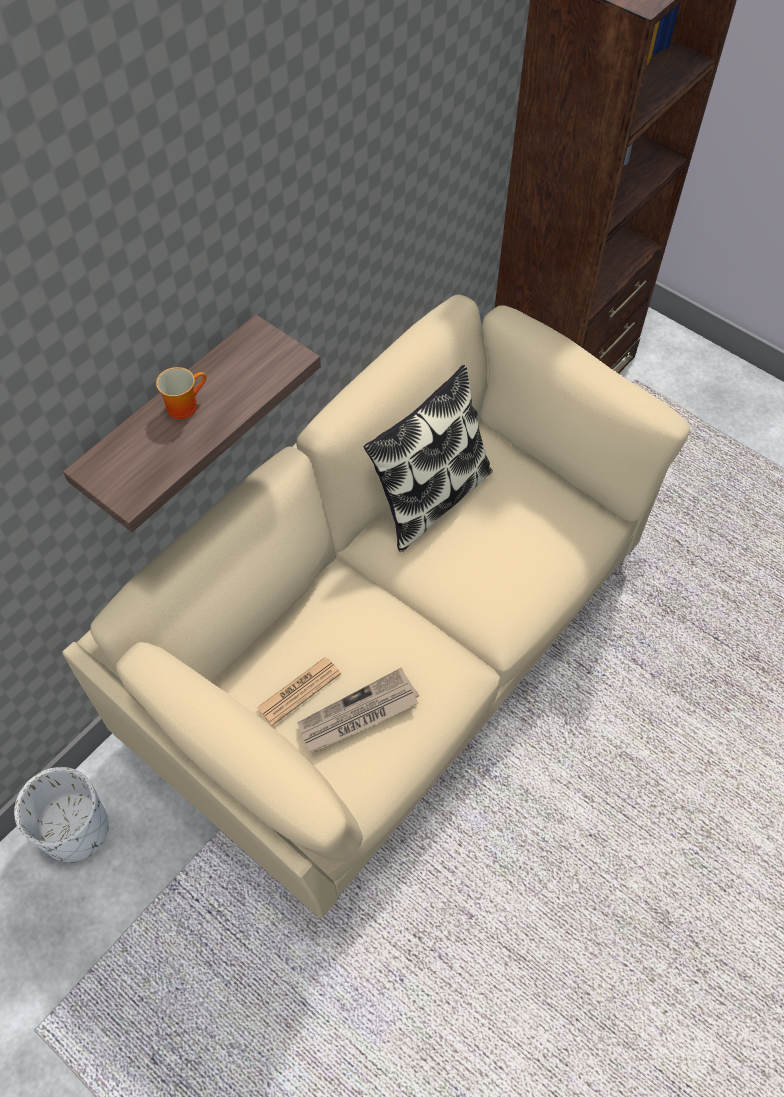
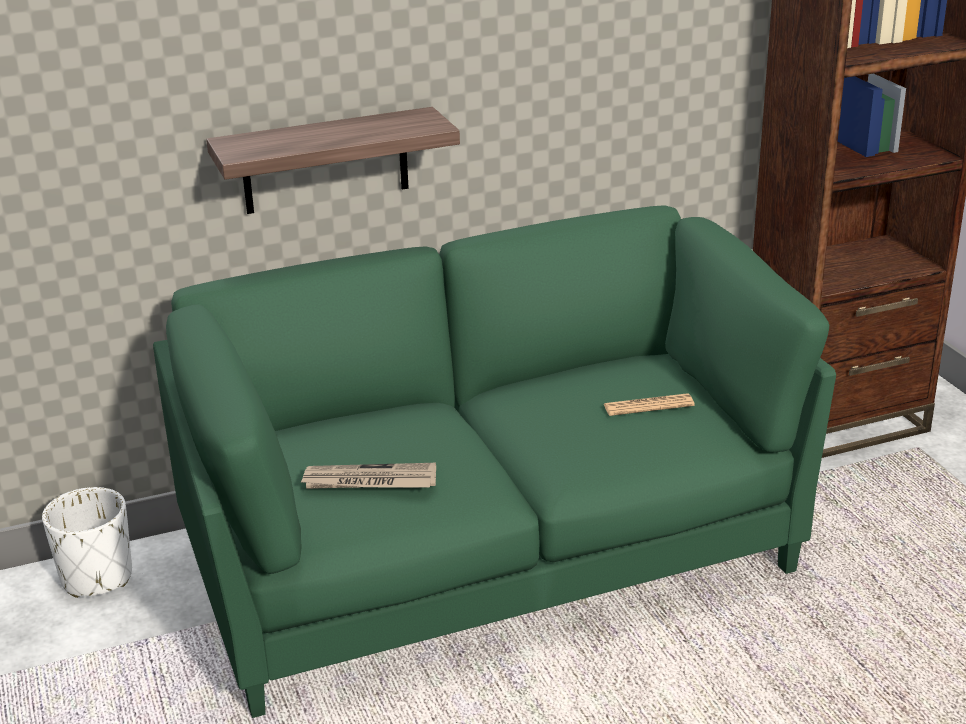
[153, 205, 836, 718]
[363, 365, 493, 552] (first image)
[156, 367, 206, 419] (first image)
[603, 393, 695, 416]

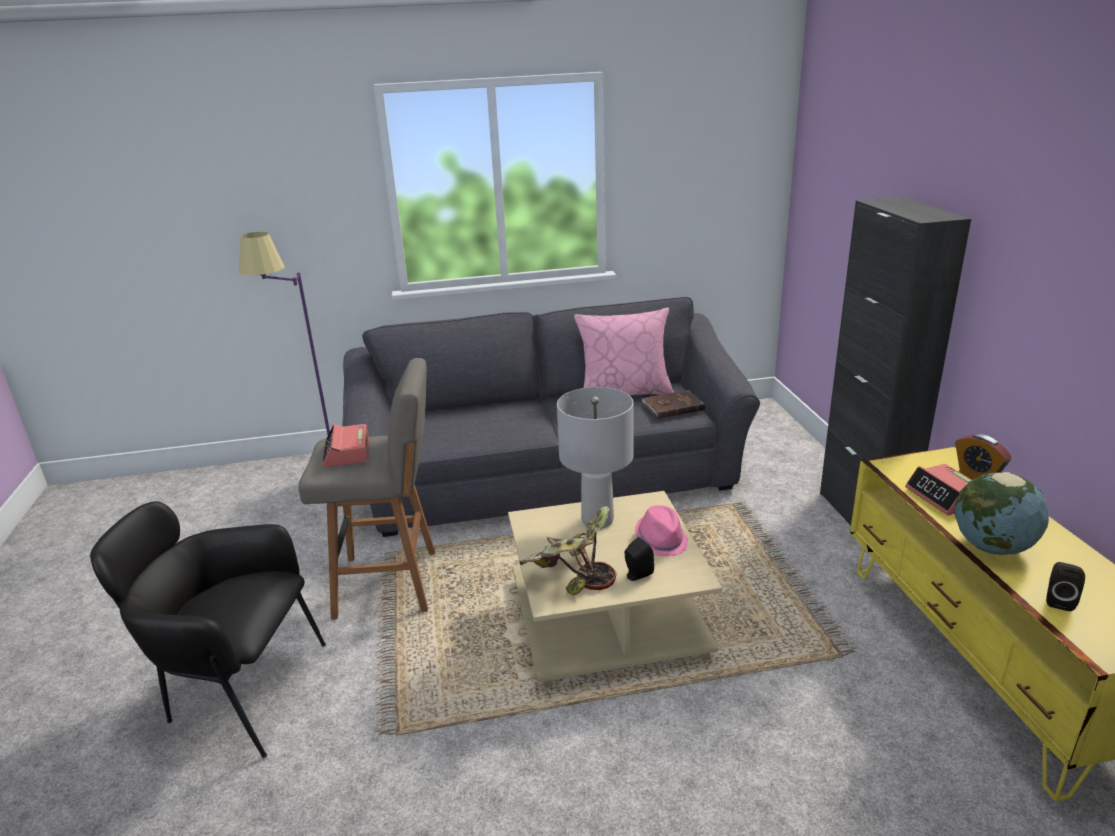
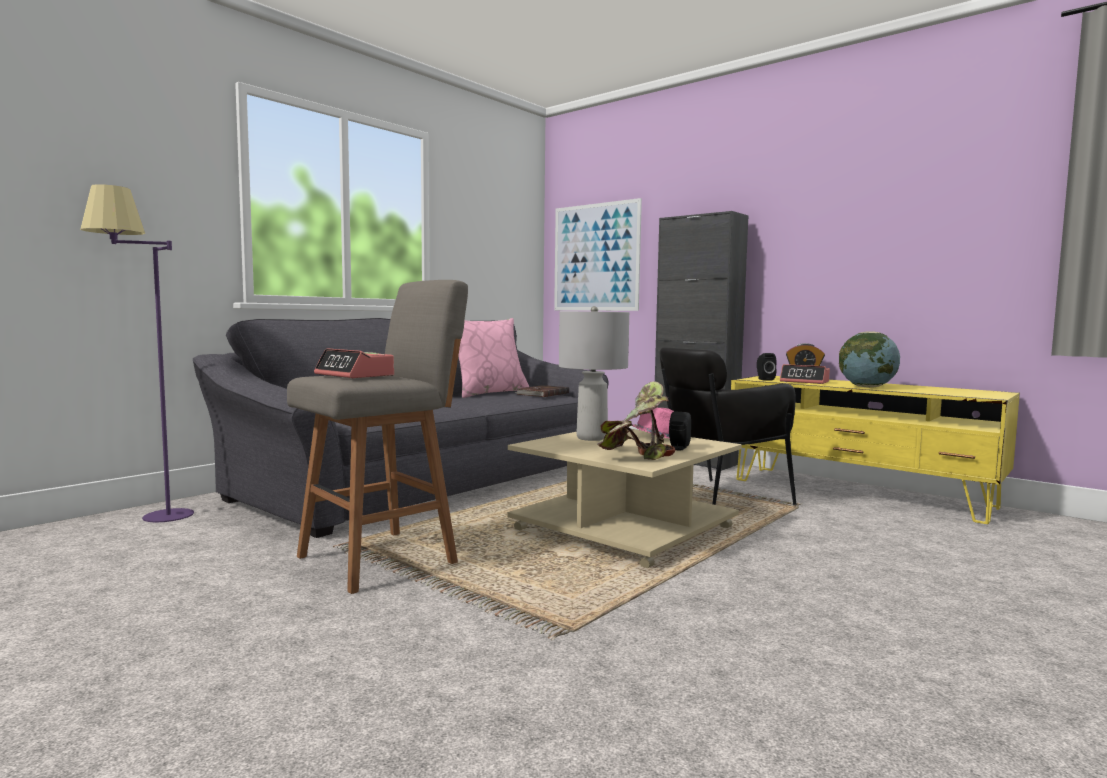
[660, 347, 797, 505]
[757, 353, 776, 381]
[554, 198, 642, 311]

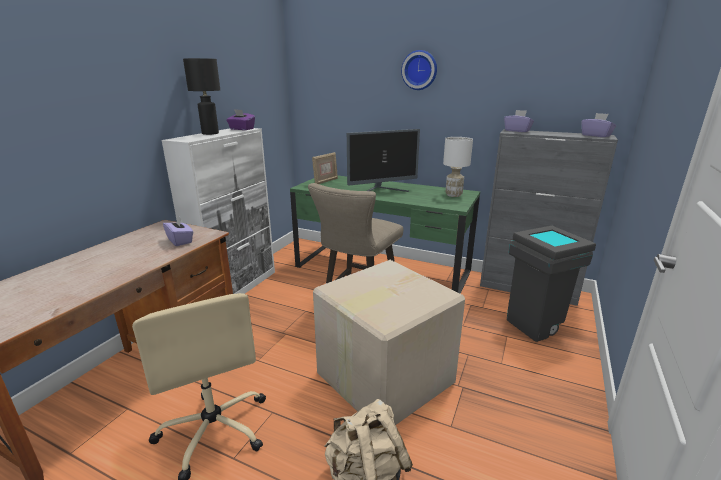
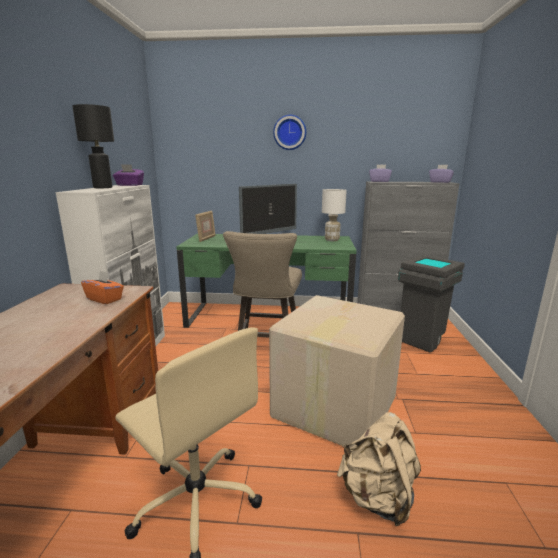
[81, 270, 124, 304]

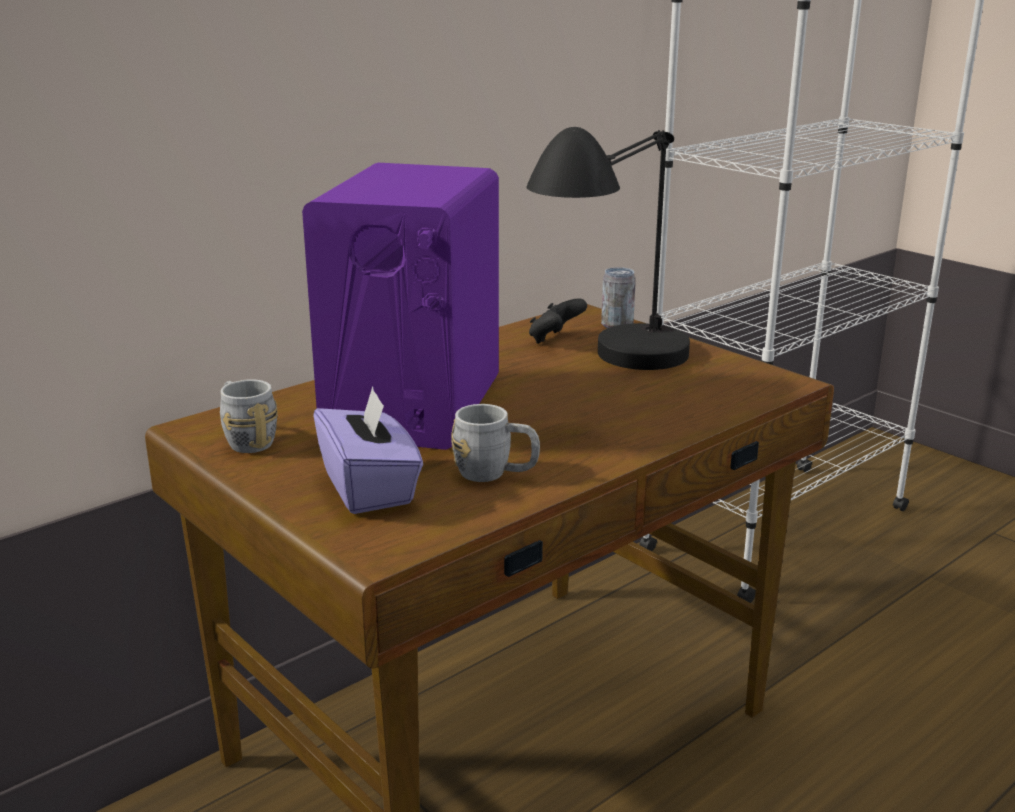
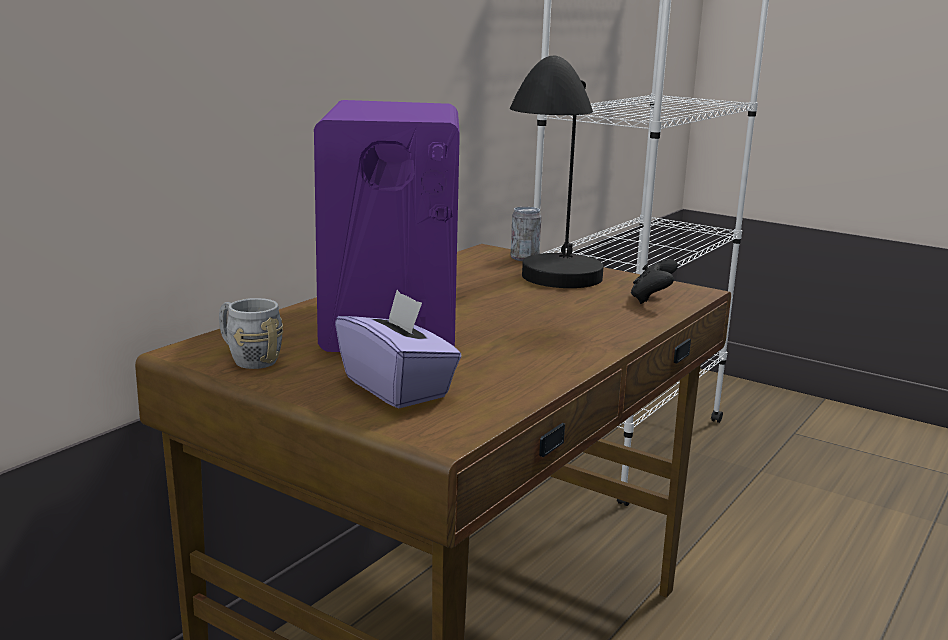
[631, 259, 678, 304]
[451, 404, 540, 482] (first image)

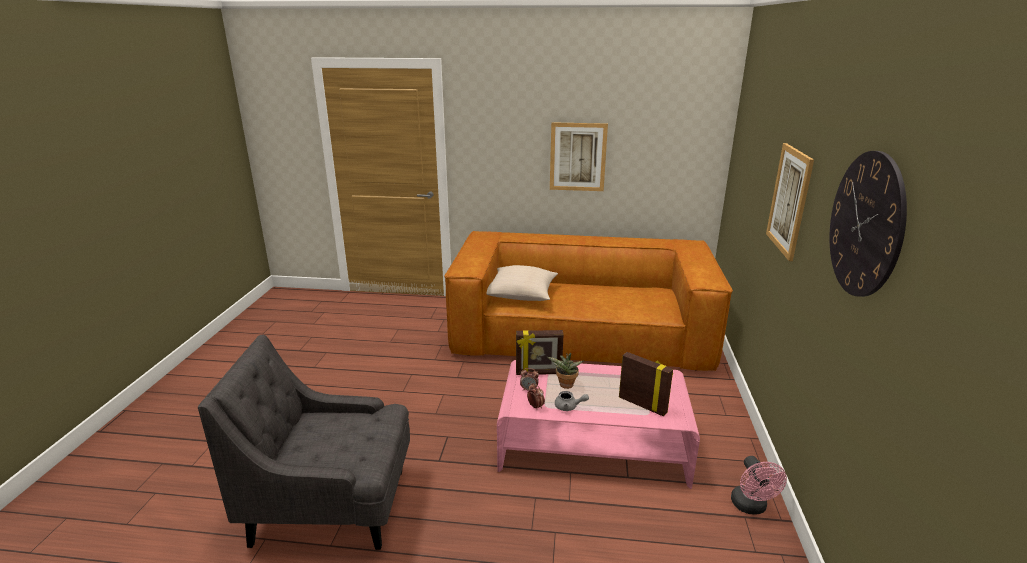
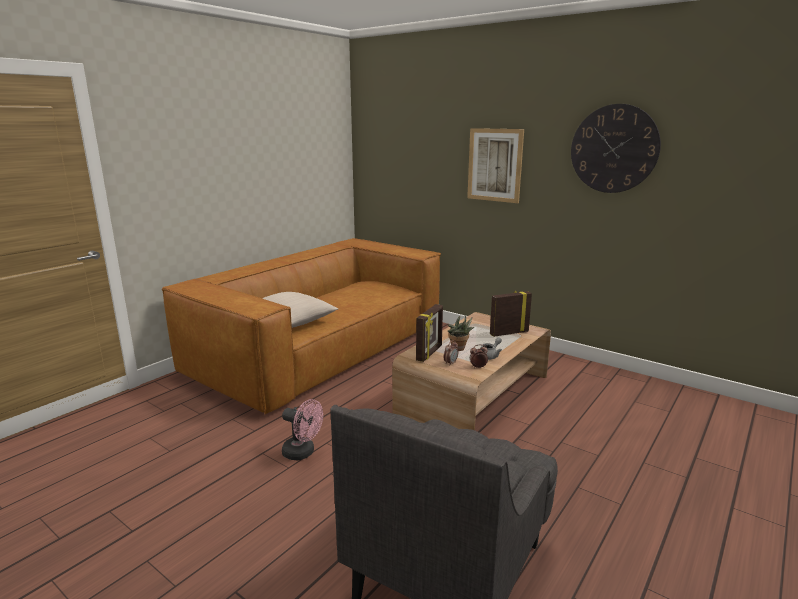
[550, 122, 608, 191] (first image)
[392, 312, 551, 430]
[282, 399, 323, 460]

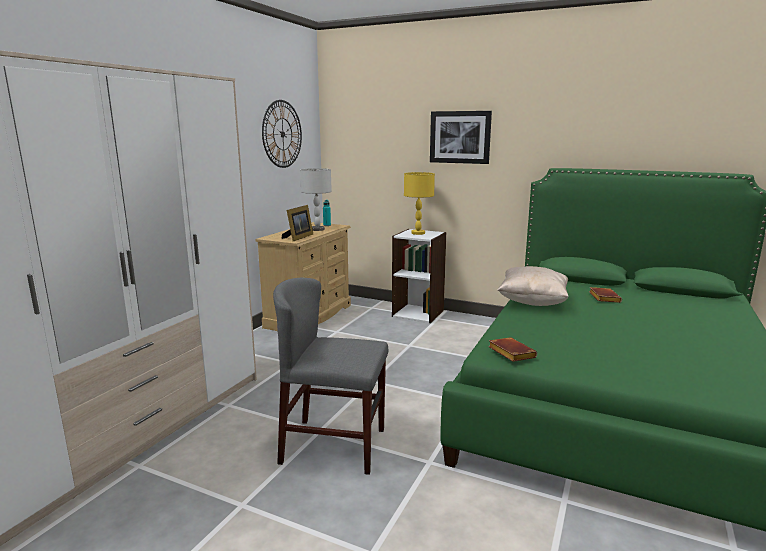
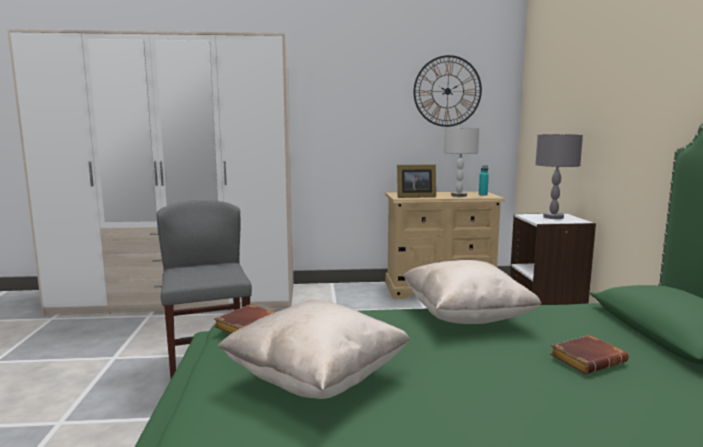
[430, 111, 492, 164] (first image)
[535, 134, 583, 219]
[217, 300, 410, 399]

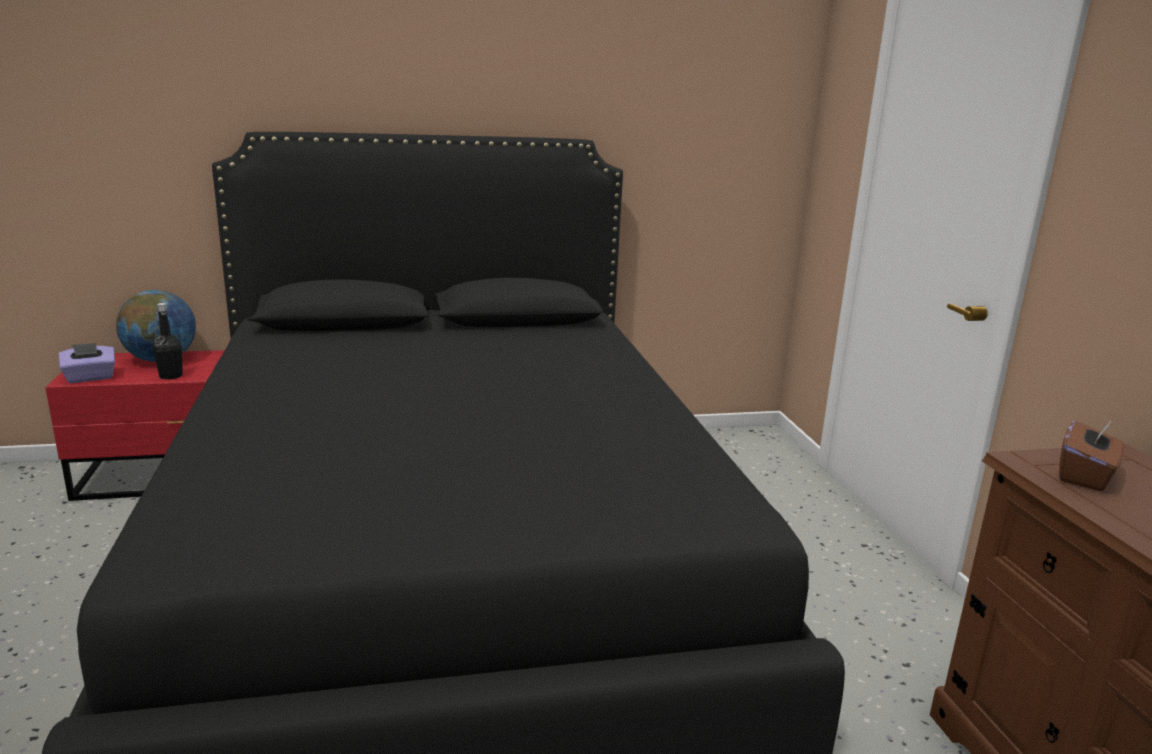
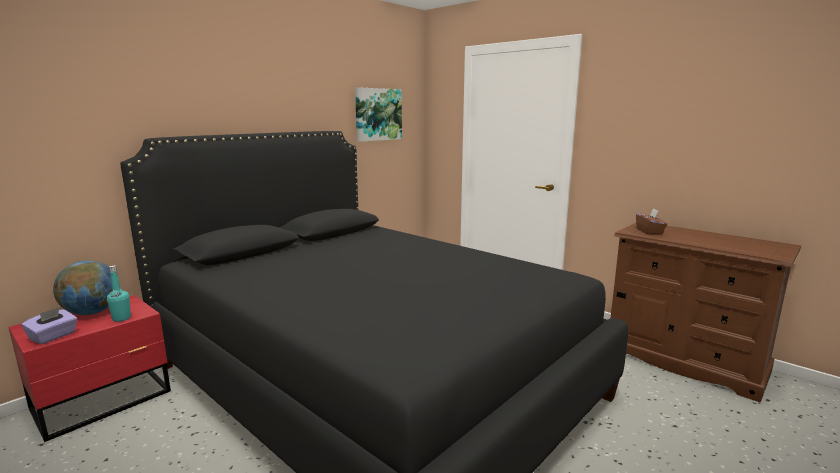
[107, 265, 131, 322]
[355, 87, 402, 142]

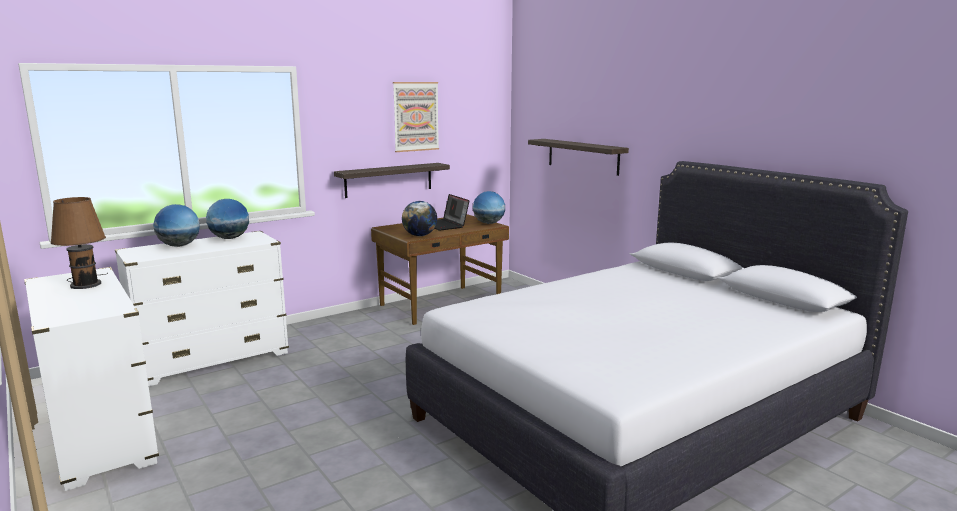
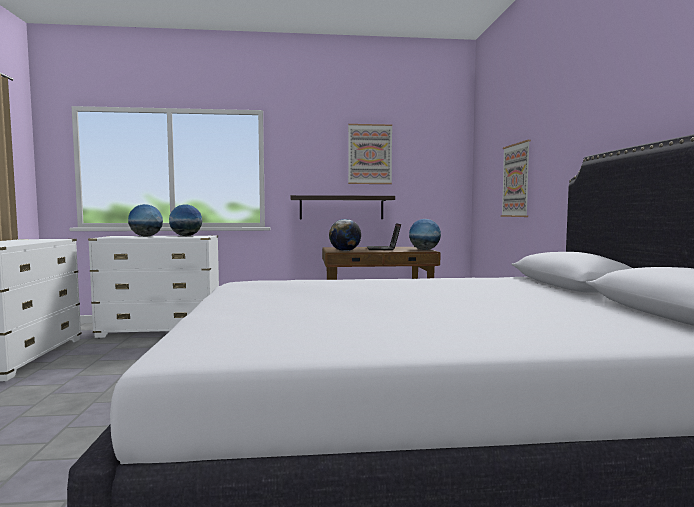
[501, 140, 531, 217]
[50, 197, 108, 289] (first image)

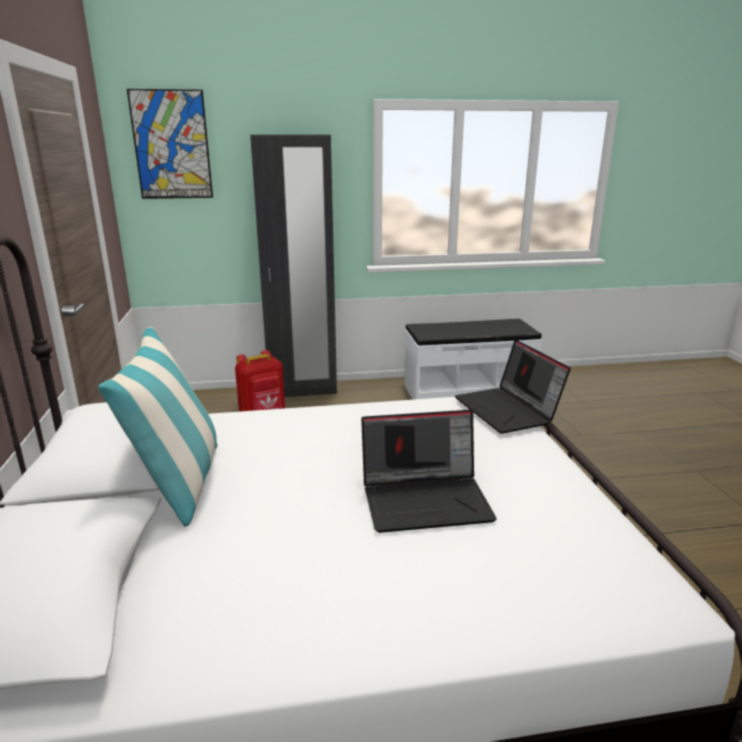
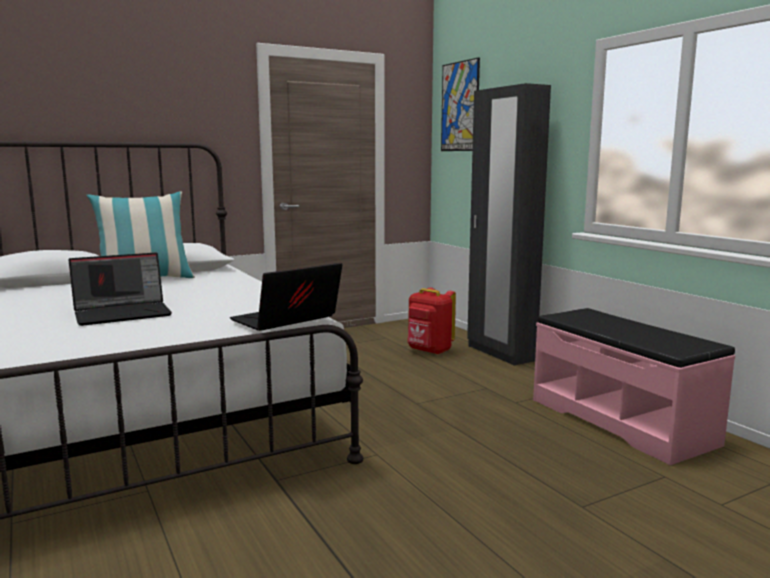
[533, 308, 735, 465]
[69, 253, 172, 326]

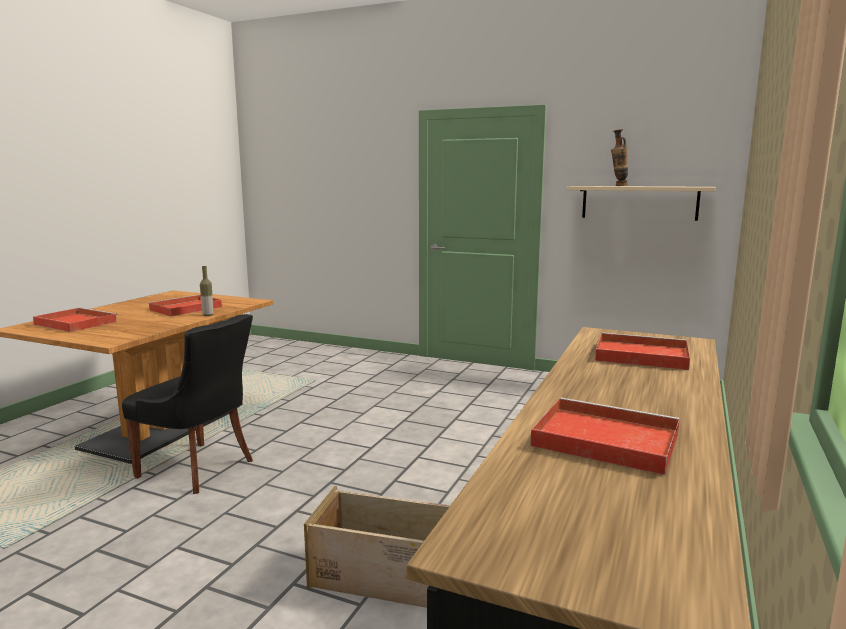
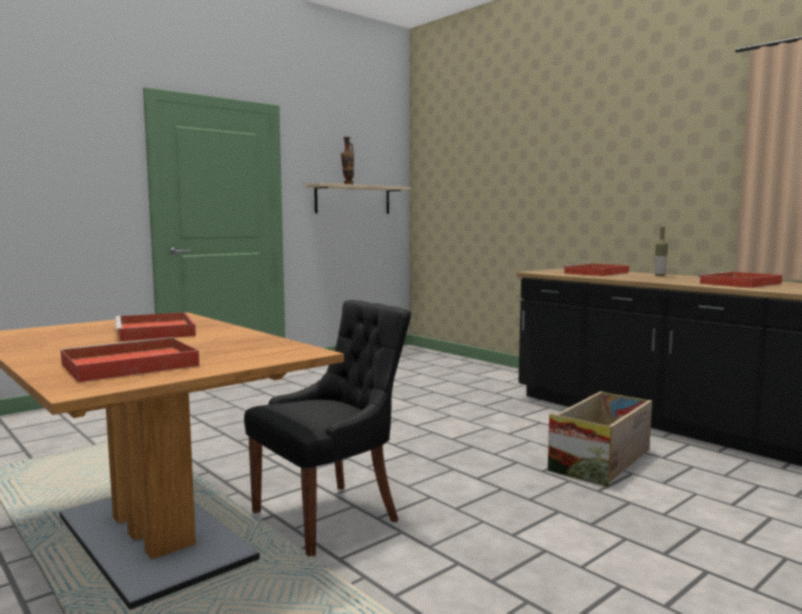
[655, 227, 668, 276]

